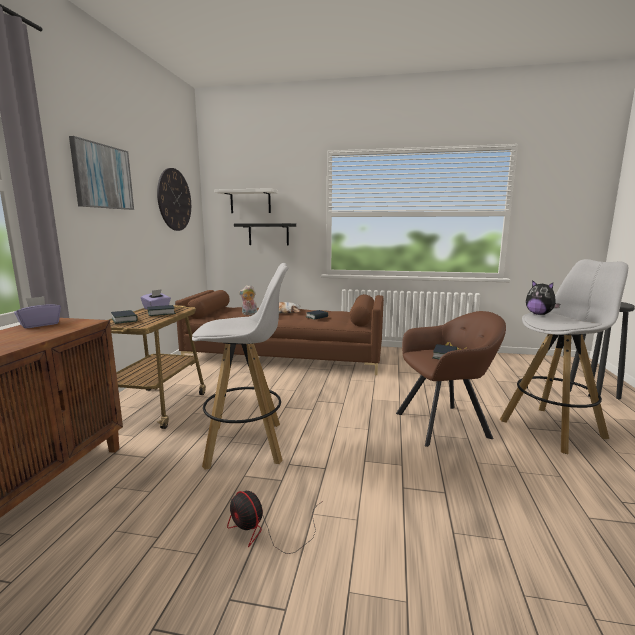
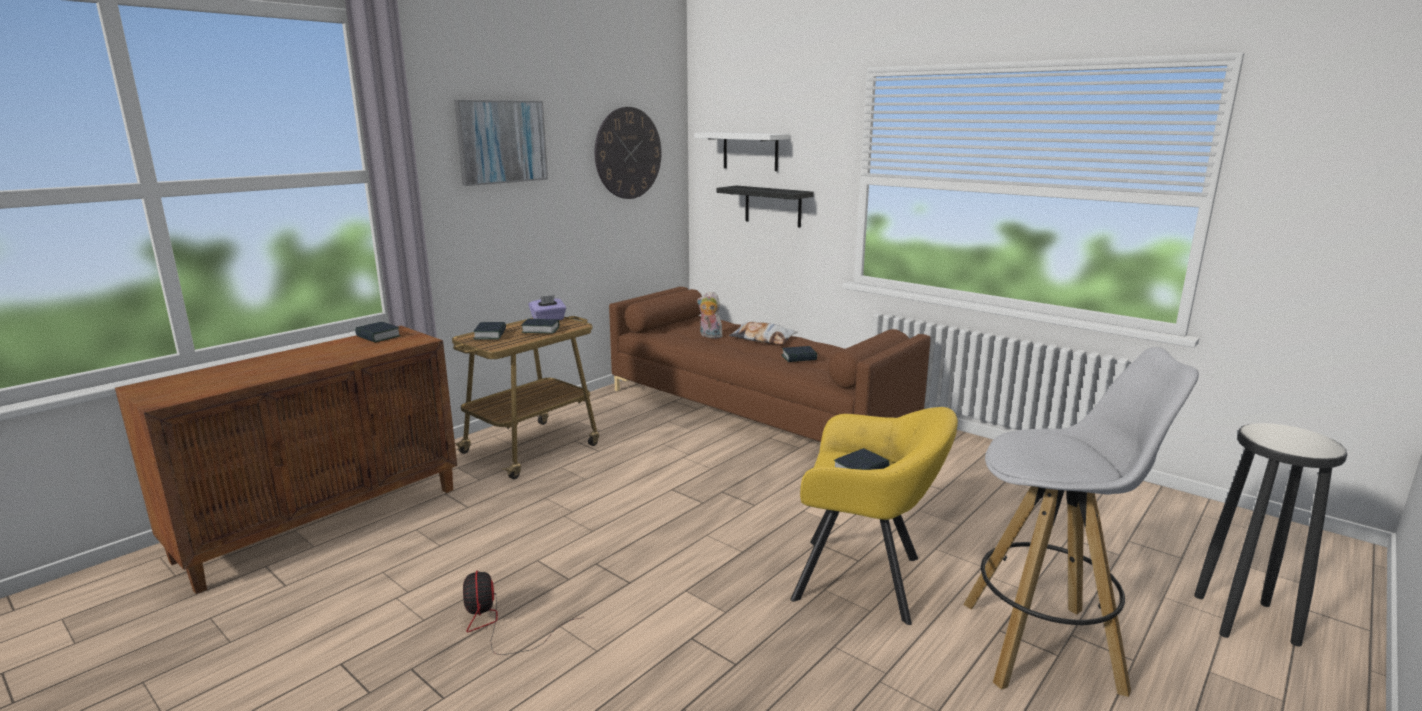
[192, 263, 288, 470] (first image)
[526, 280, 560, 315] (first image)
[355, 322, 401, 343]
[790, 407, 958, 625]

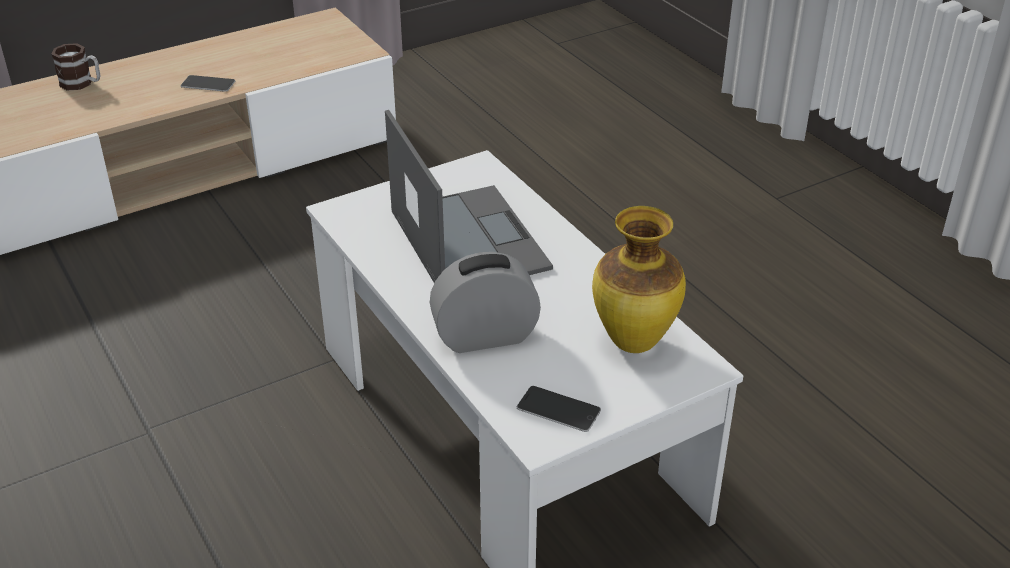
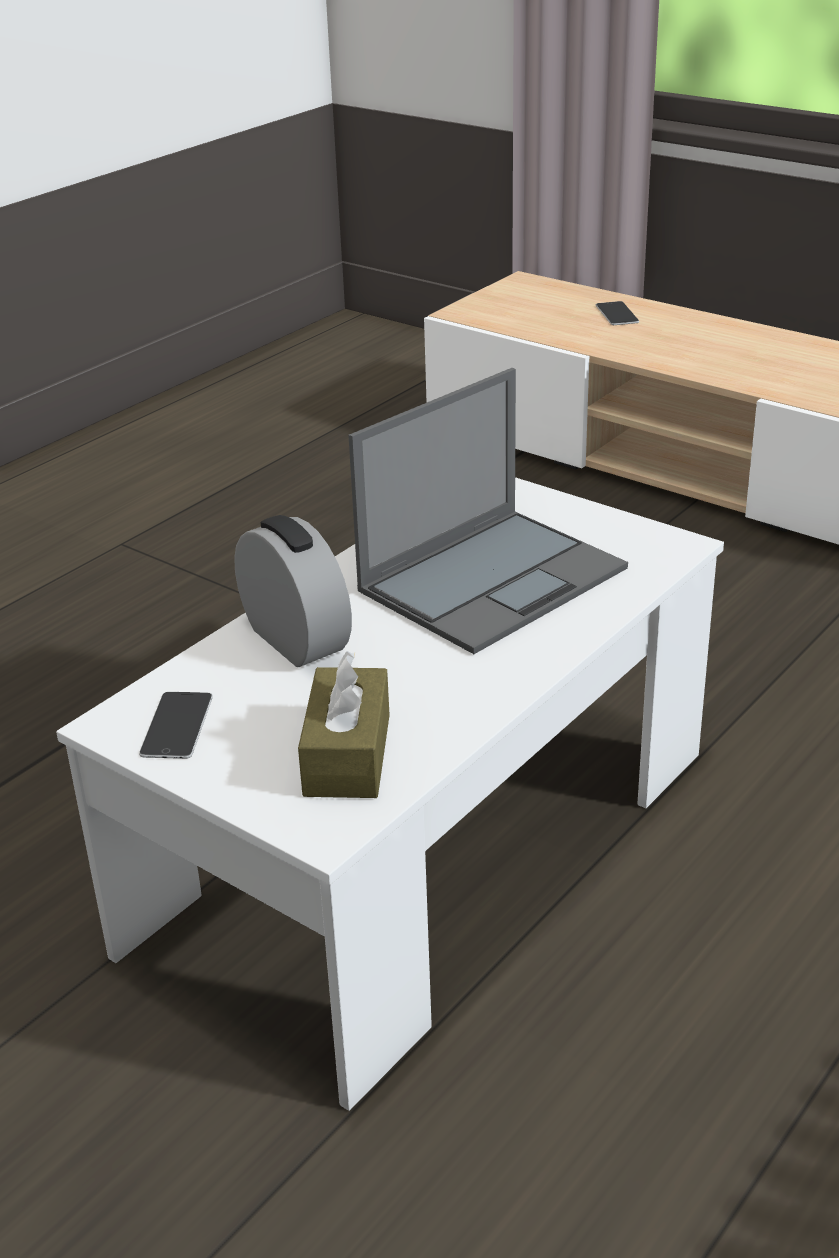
[52, 43, 100, 90] (first image)
[596, 301, 639, 325]
[298, 651, 389, 798]

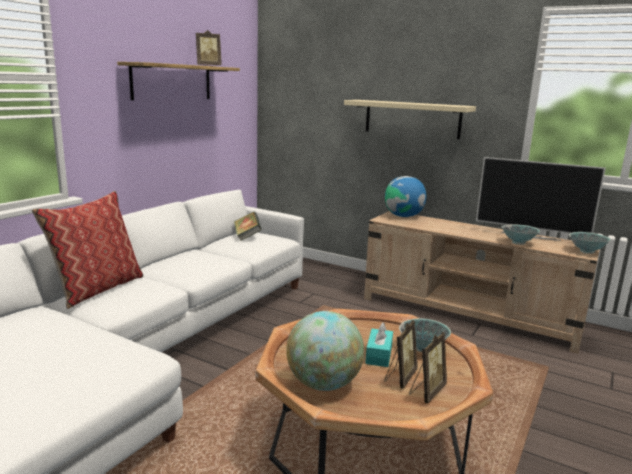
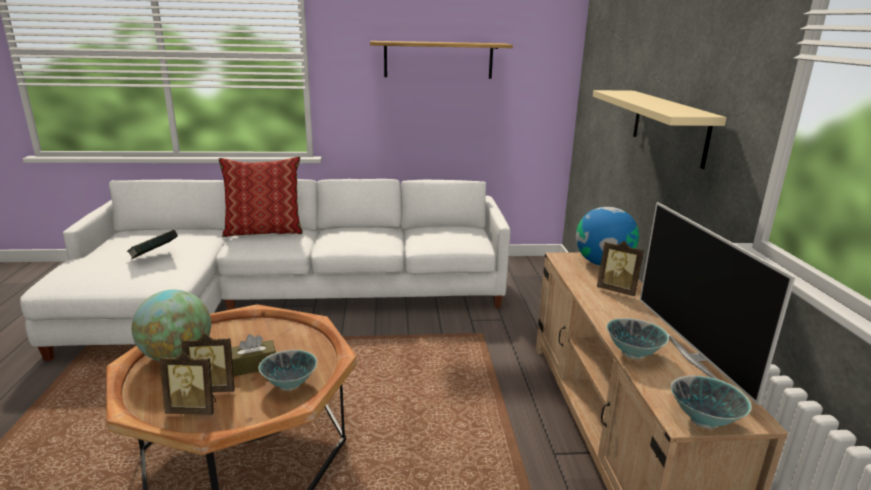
[597, 241, 644, 296]
[127, 230, 178, 260]
[231, 334, 276, 376]

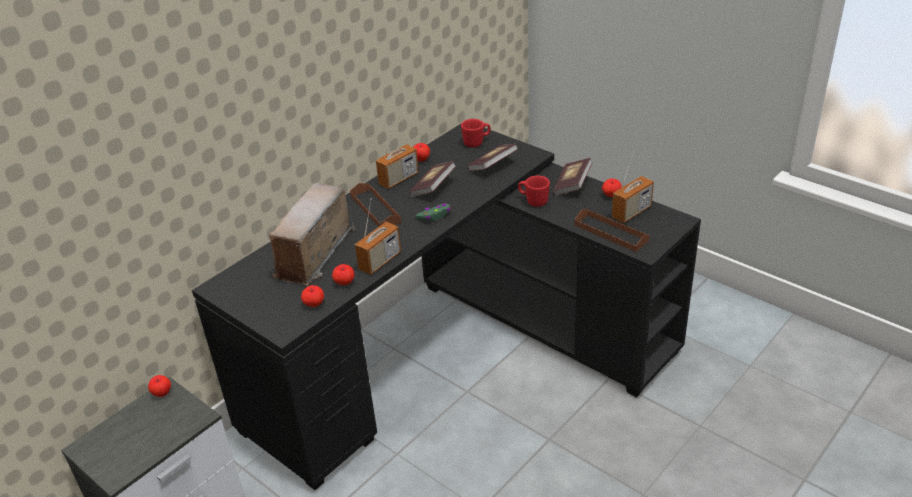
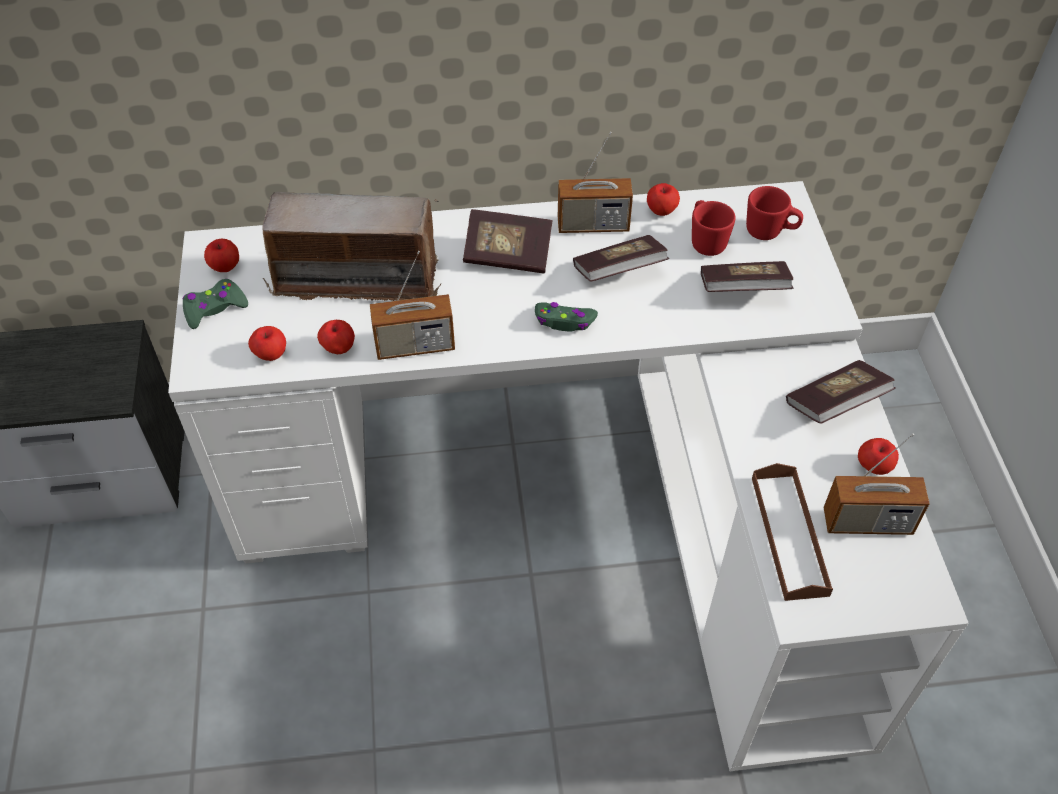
[168, 181, 969, 771]
[692, 200, 736, 256]
[263, 192, 441, 301]
[463, 209, 552, 273]
[204, 239, 239, 272]
[182, 279, 248, 329]

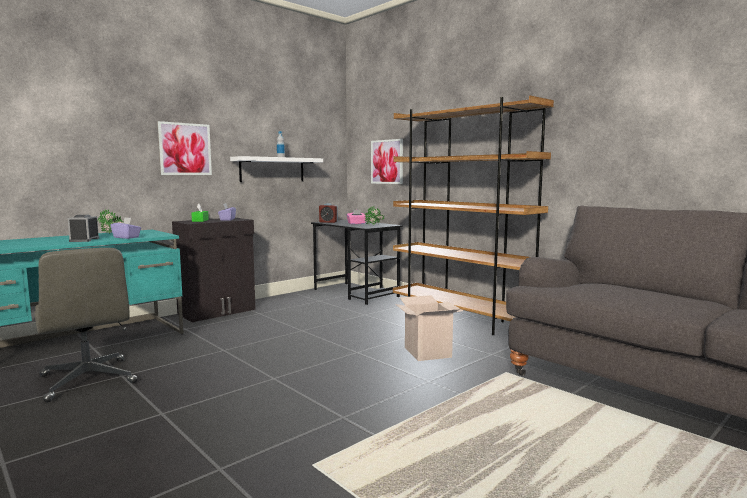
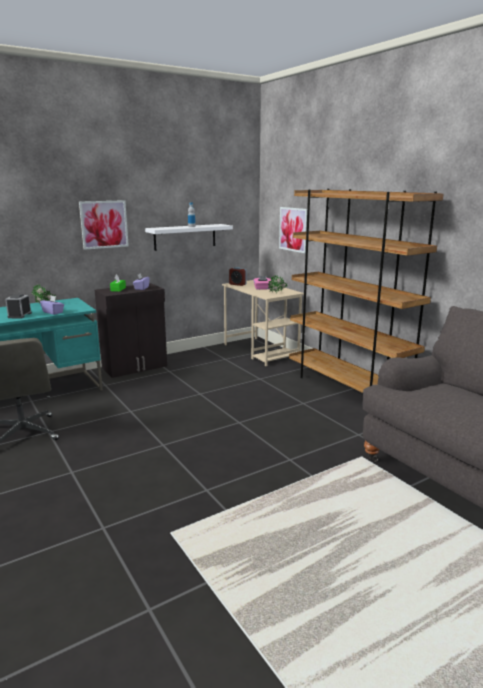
[222, 280, 304, 366]
[395, 295, 463, 361] (first image)

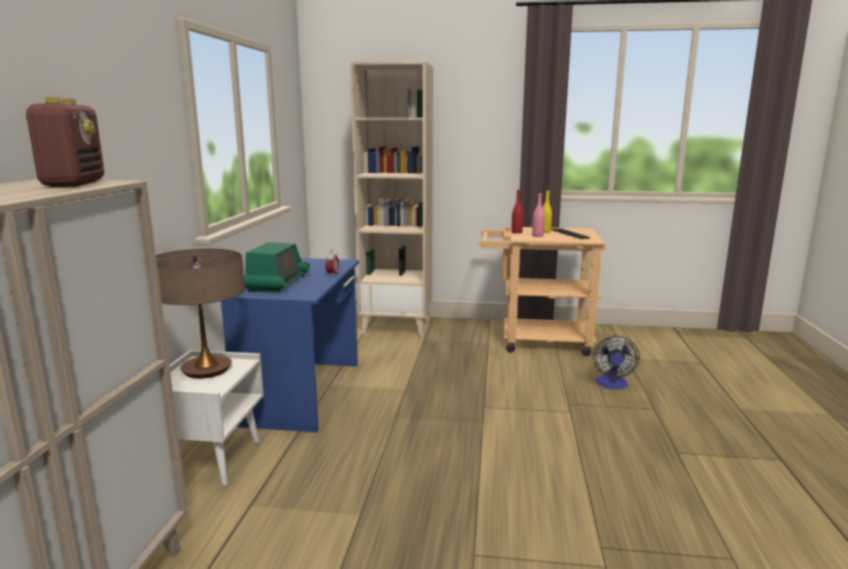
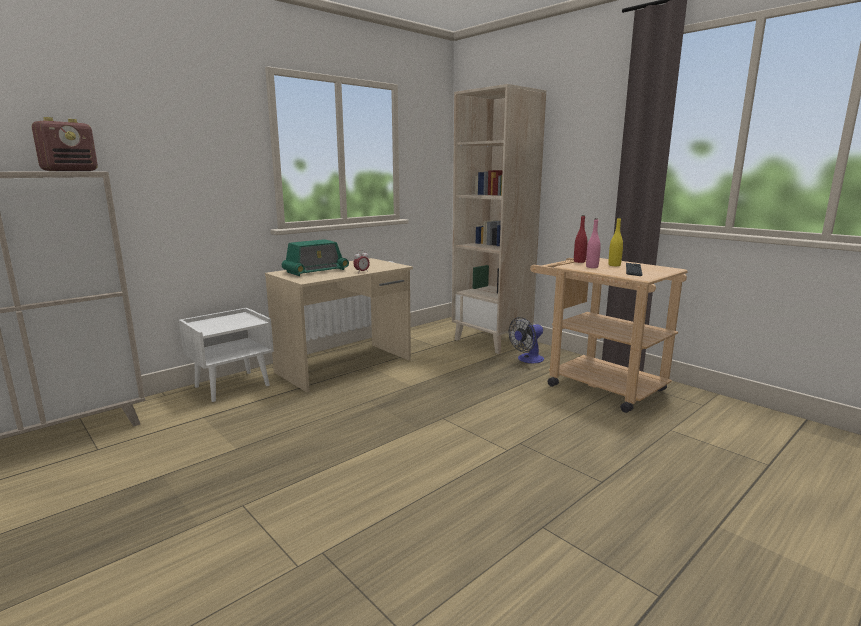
[156, 249, 245, 379] (first image)
[265, 258, 413, 392]
[509, 317, 544, 363]

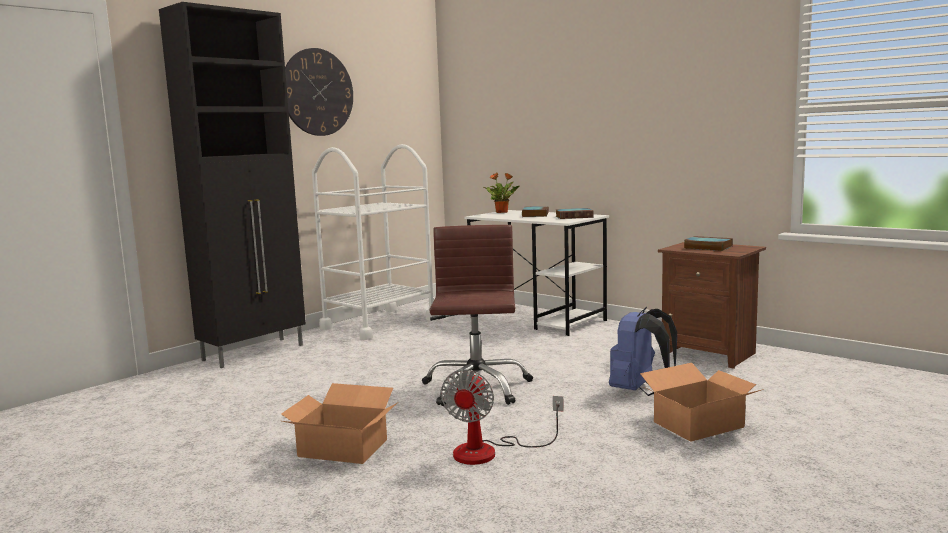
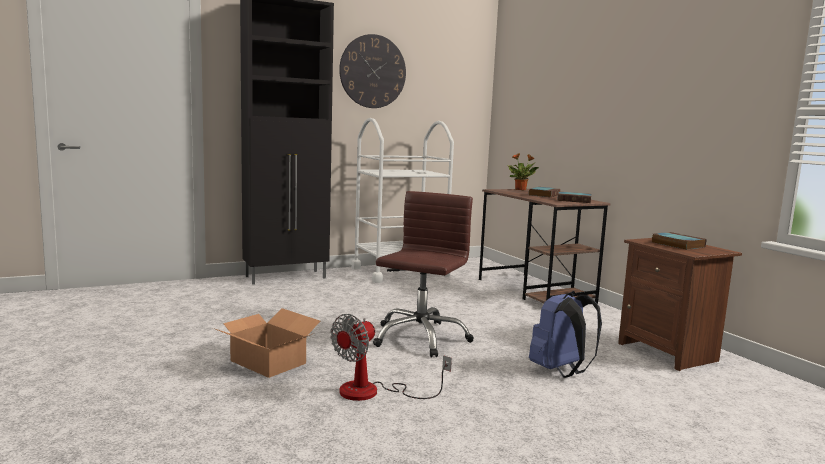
[479, 189, 611, 304]
[640, 363, 764, 442] (first image)

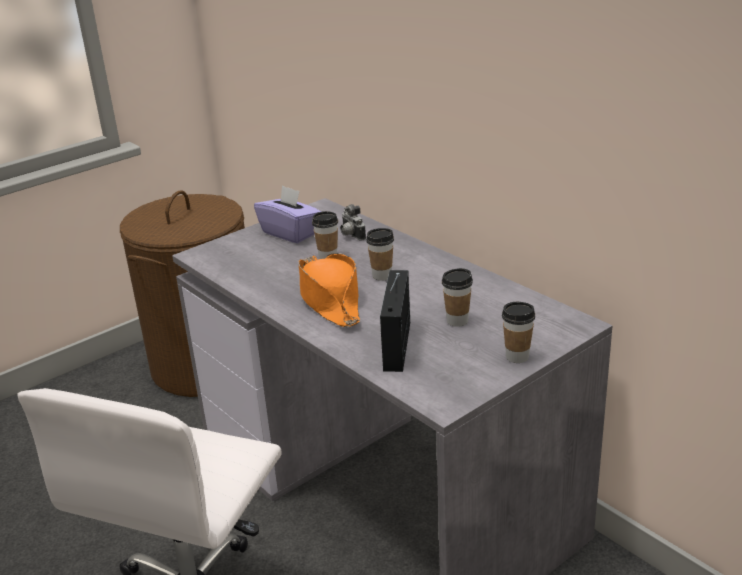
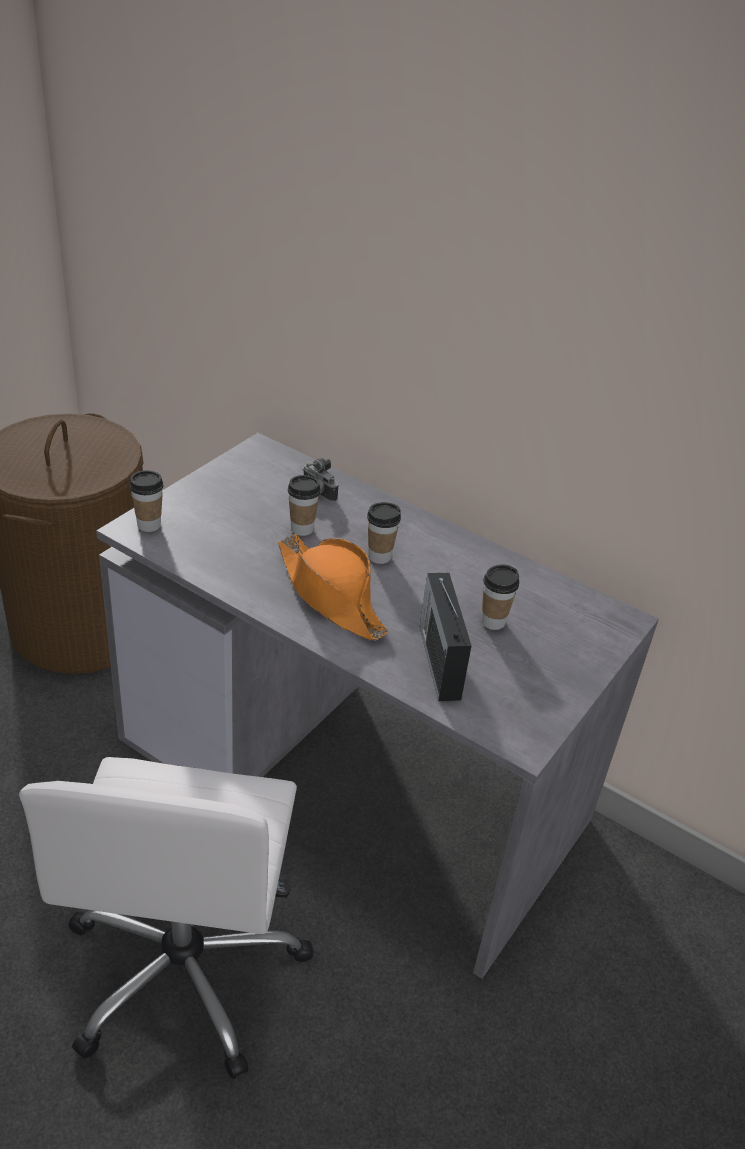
[254, 185, 321, 243] (first image)
[130, 470, 164, 532]

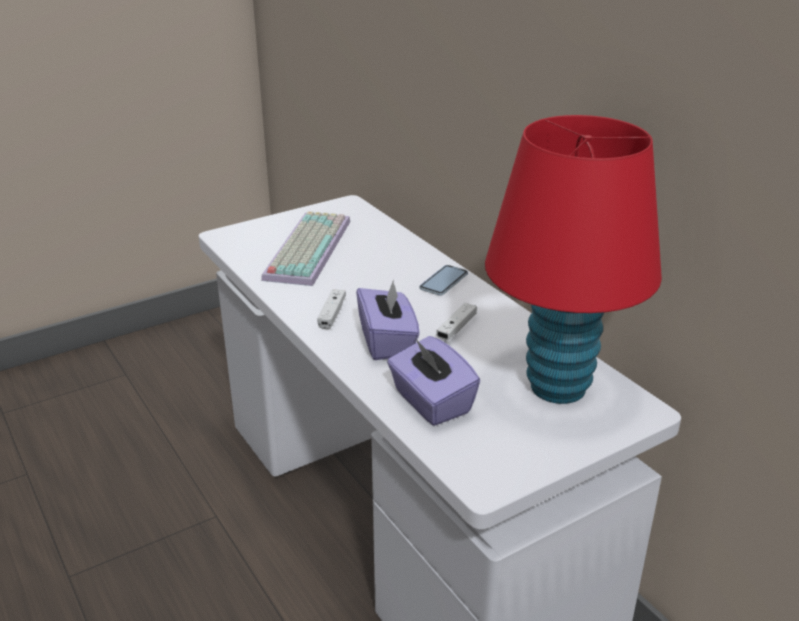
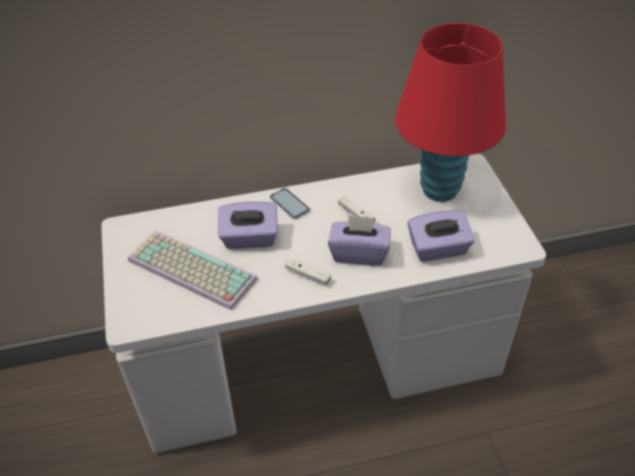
[218, 202, 278, 249]

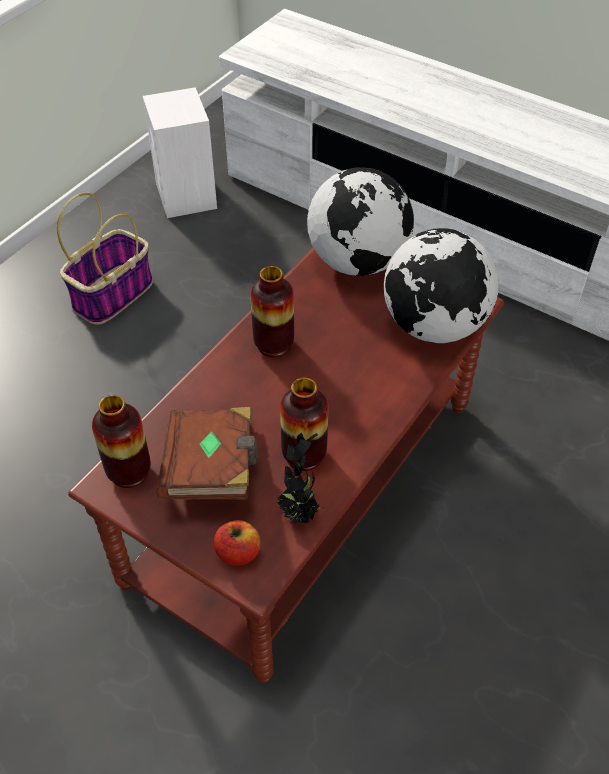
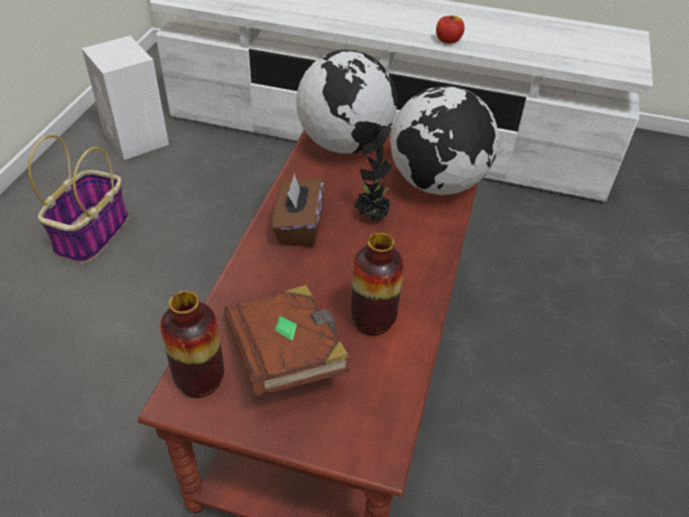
[272, 174, 325, 247]
[353, 122, 394, 221]
[436, 15, 464, 43]

